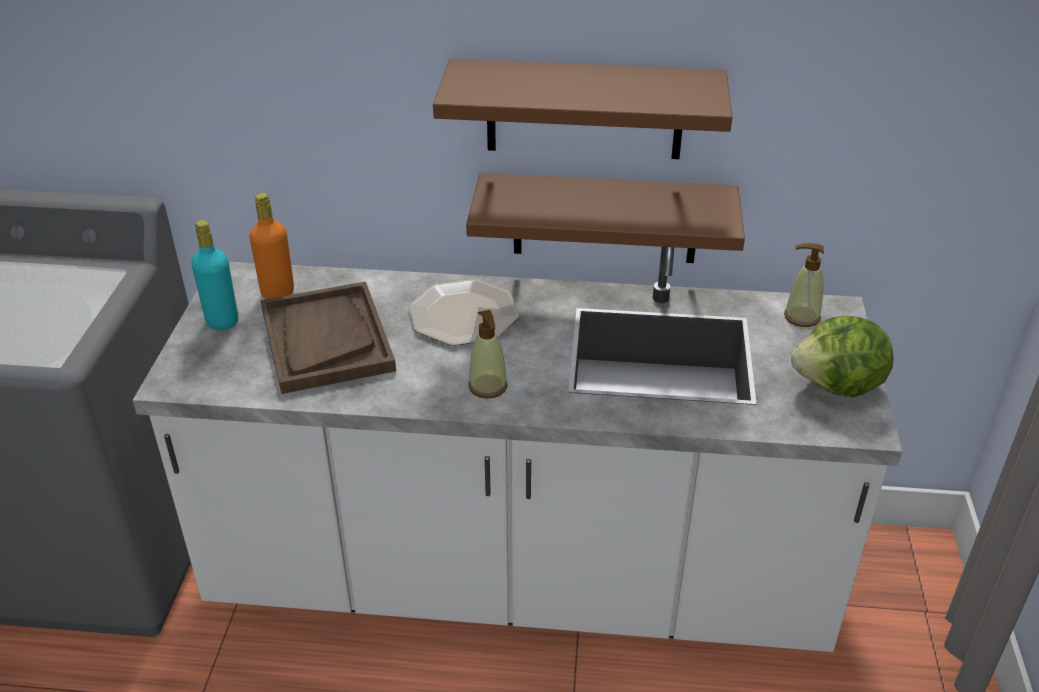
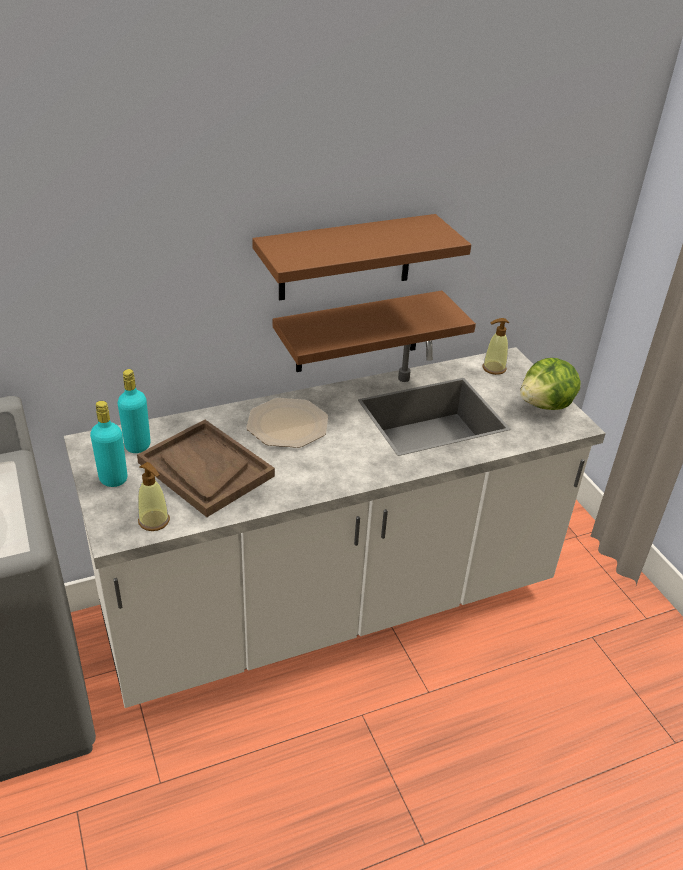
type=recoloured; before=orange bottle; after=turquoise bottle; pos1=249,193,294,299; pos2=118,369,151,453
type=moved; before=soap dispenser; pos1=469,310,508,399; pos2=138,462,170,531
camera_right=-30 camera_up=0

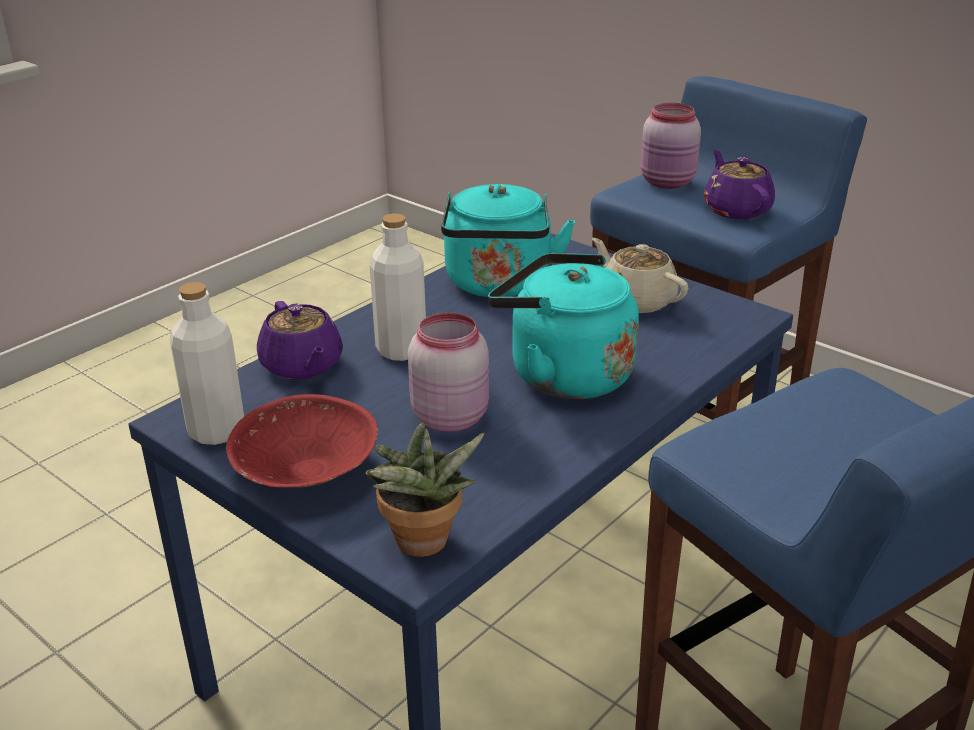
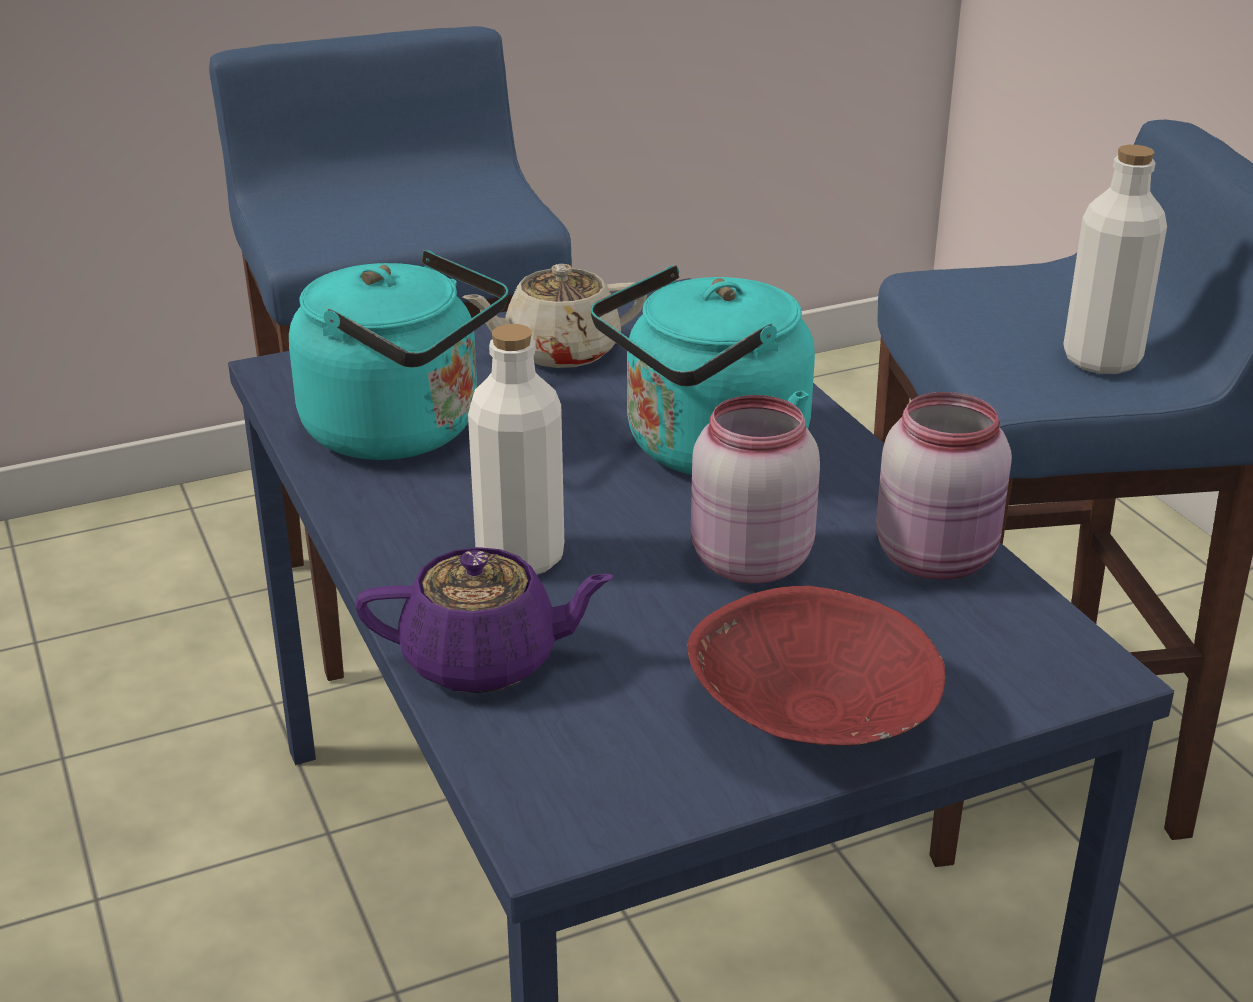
type=moved; before=white bottle; pos1=170,282,244,445; pos2=1063,145,1167,374
type=removed; before=potted plant; pos1=366,423,485,557
type=moved; before=pink jar; pos1=641,103,701,189; pos2=876,392,1012,580
type=removed; before=purple teapot; pos1=704,150,775,219
camera_right=-65 camera_up=0

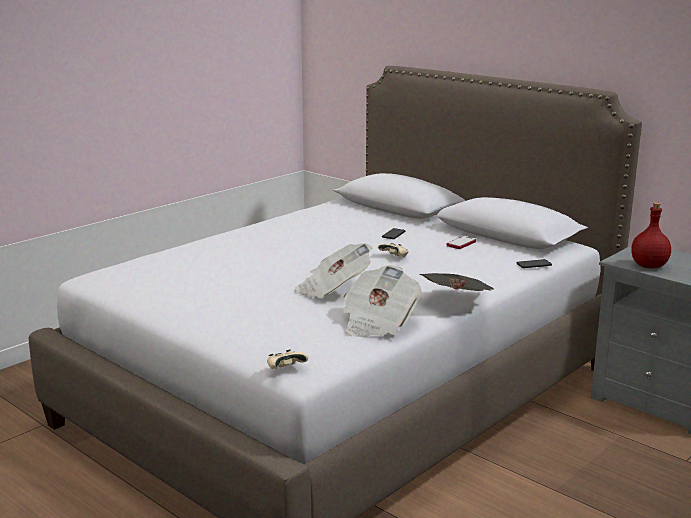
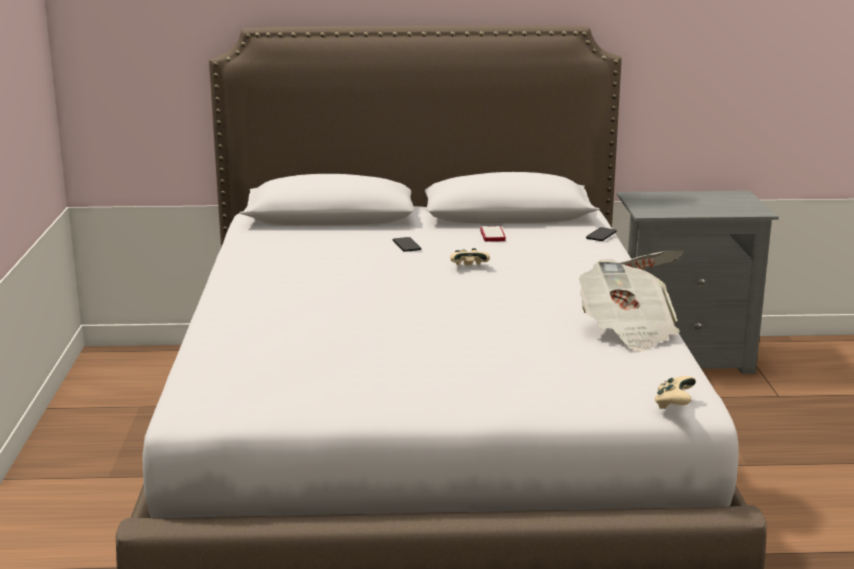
type=removed; before=newspaper; pos1=295,243,372,299
type=removed; before=red bottle; pos1=631,202,671,268
camera_right=-45 camera_up=0

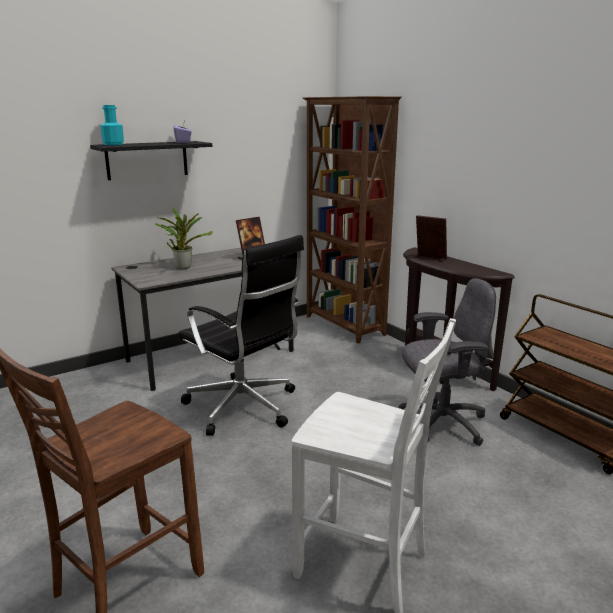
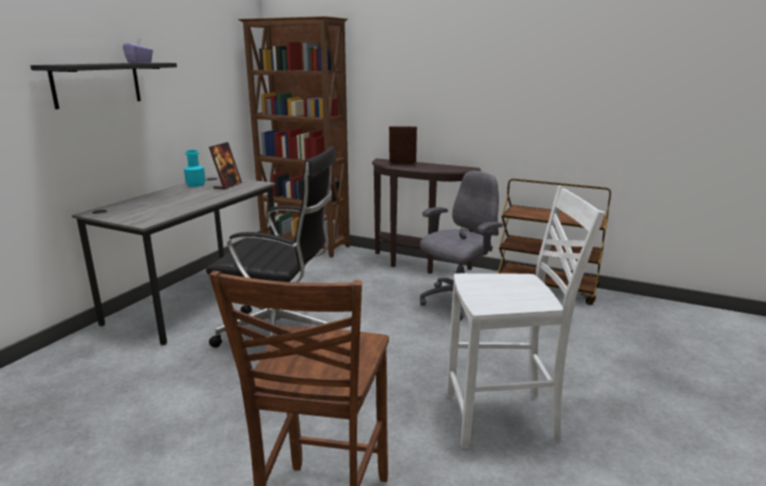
type=moved; before=turquoise bottle; pos1=100,105,124,145; pos2=184,150,206,187
type=removed; before=potted plant; pos1=155,208,213,269
camera_right=-30 camera_up=0

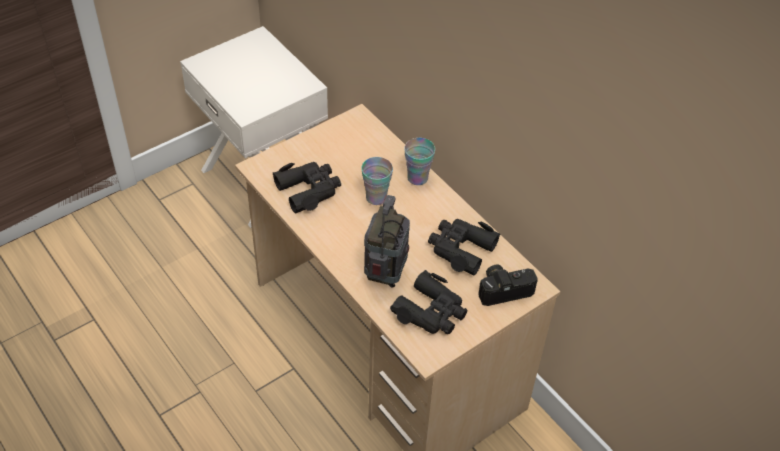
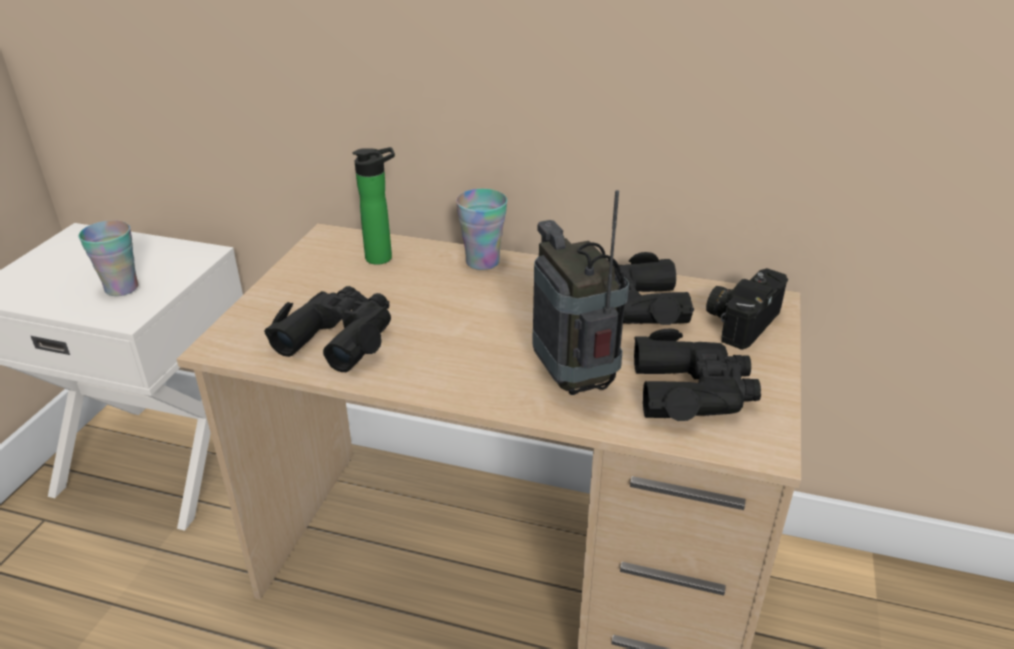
type=moved; before=cup; pos1=361,157,393,205; pos2=79,220,138,296
type=added; after=bottle; pos2=353,147,395,265
camera_right=-35 camera_up=-15

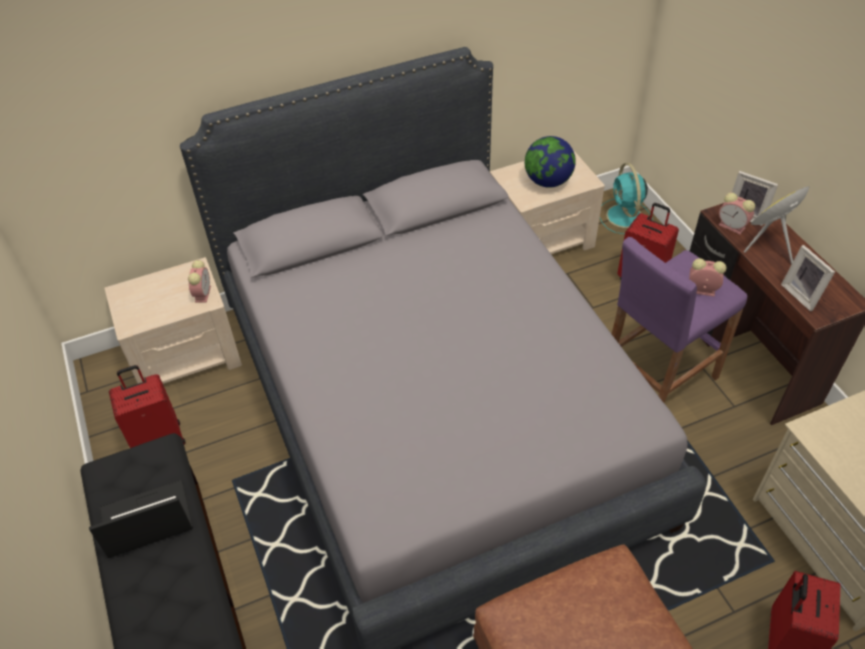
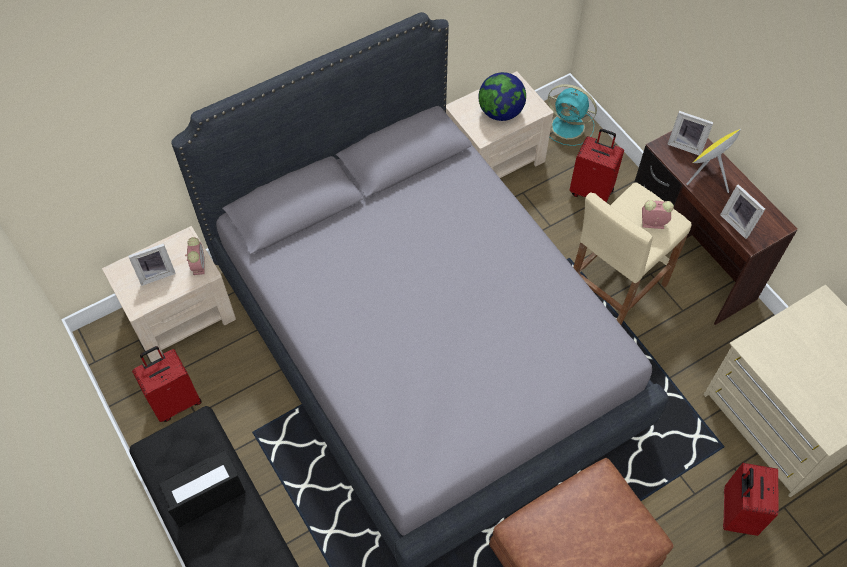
type=turned; before=turquoise fan; pos1=600,163,653,234; pos2=548,84,597,146; turn=-45
type=recoloured; before=purple stool; after=beige stool; pos1=612,237,747,403; pos2=573,182,691,325
type=removed; before=alarm clock; pos1=719,193,755,235
type=added; after=picture frame; pos2=128,244,176,286
camera_right=-10 camera_up=10

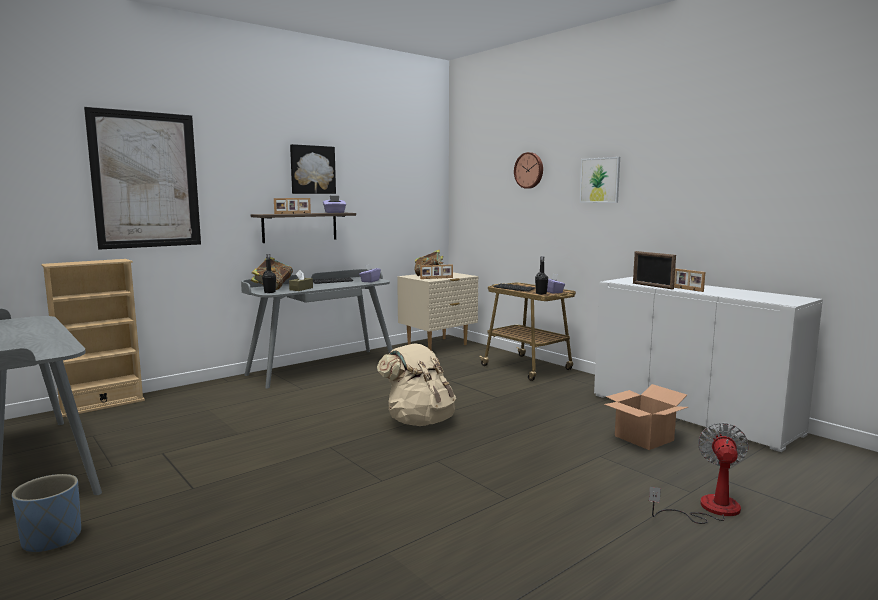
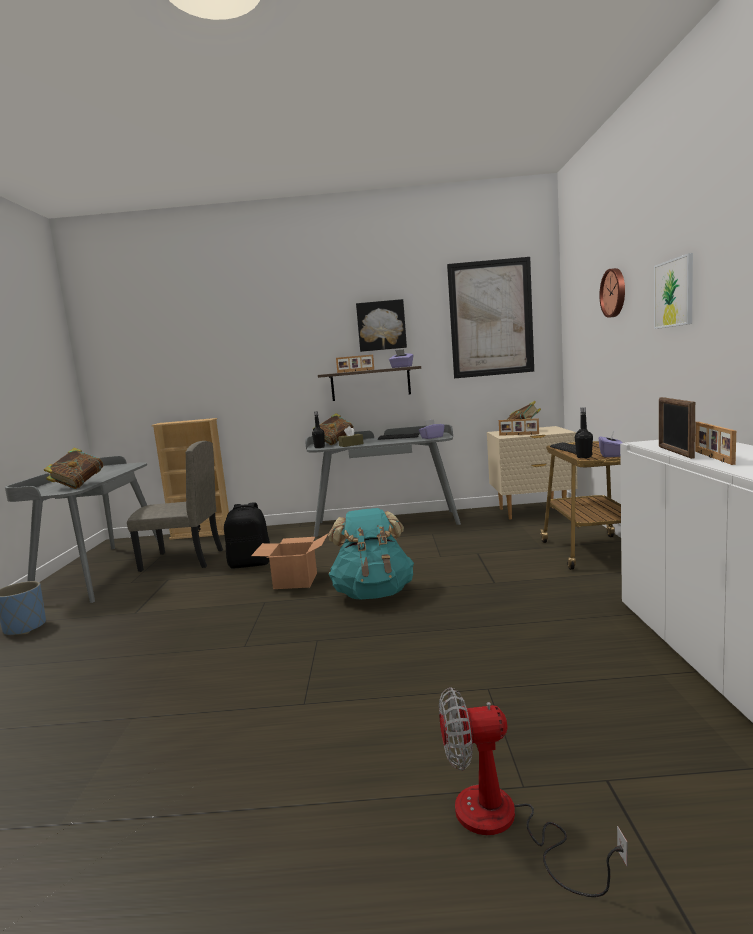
type=moved; before=picture; pos1=84,107,201,250; pos2=447,257,534,378
type=recoloured; before=beige backpack; after=turquoise backpack; pos1=377,343,456,426; pos2=328,508,414,600
type=moved; before=cardboard box; pos1=604,384,688,450; pos2=251,534,328,589
type=turned; before=fan; pos1=649,422,749,524; pos2=439,687,628,897; turn=-150
type=added; after=book; pos2=44,448,103,489
type=added; after=beige chair; pos2=127,441,223,572
type=added; after=black backpack; pos2=224,502,270,569
camera_right=40 camera_up=0

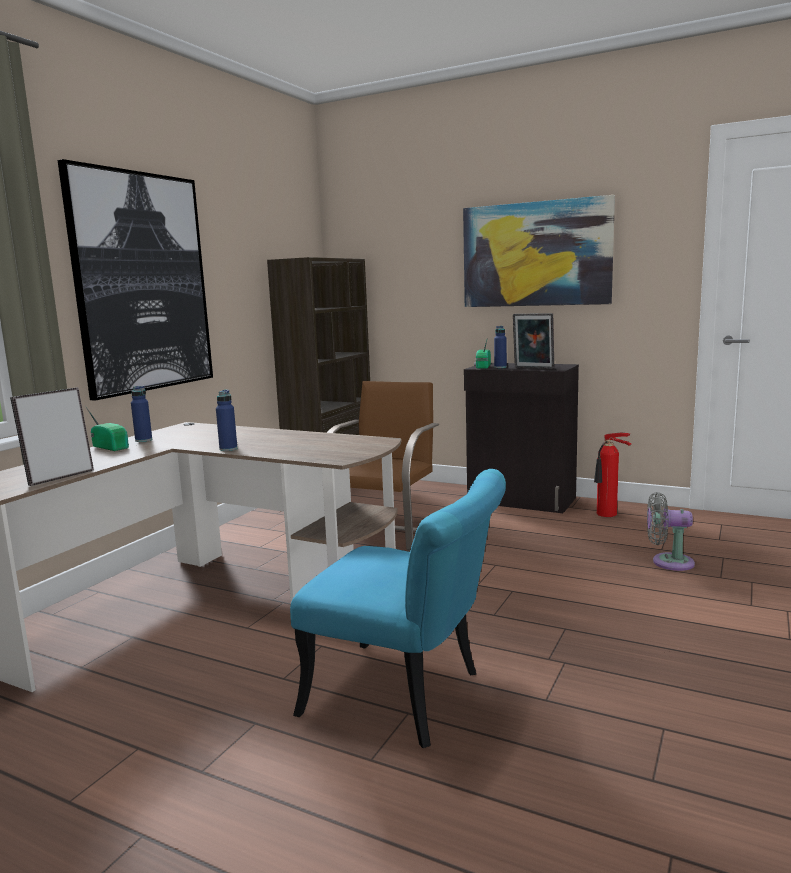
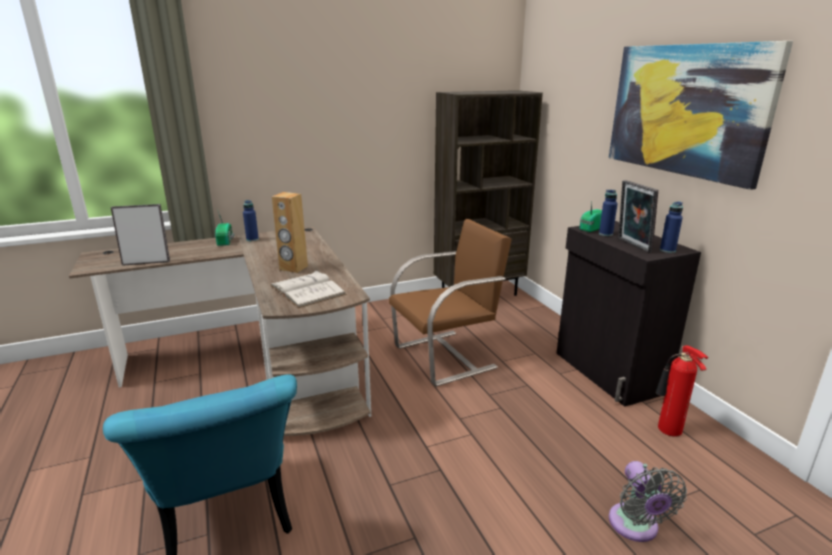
type=removed; before=picture; pos1=58,159,213,401
type=moved; before=blue bottle; pos1=216,390,237,451; pos2=660,202,683,253
type=turned; before=grey fan; pos1=647,492,695,571; pos2=609,461,687,542; turn=-150
type=added; after=white book; pos2=270,270,347,308
type=added; after=brown speaker; pos2=272,192,308,273
camera_right=40 camera_up=10

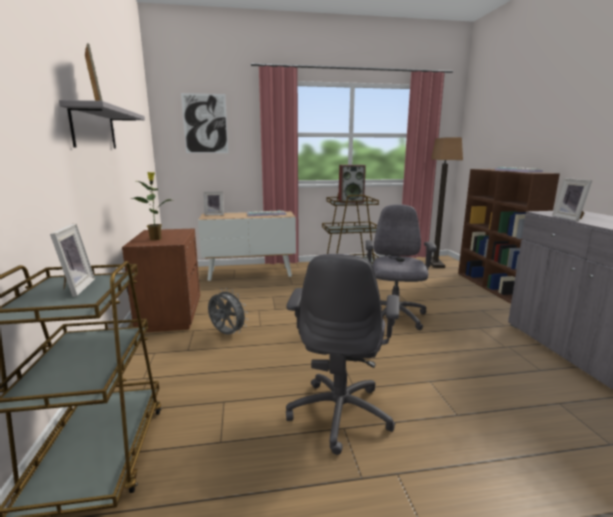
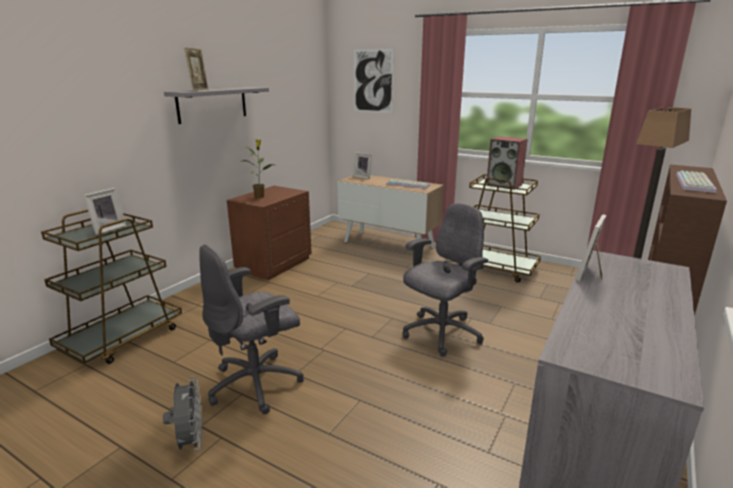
type=moved; before=grey fan; pos1=208,288,248,334; pos2=163,376,203,450
camera_right=40 camera_up=5

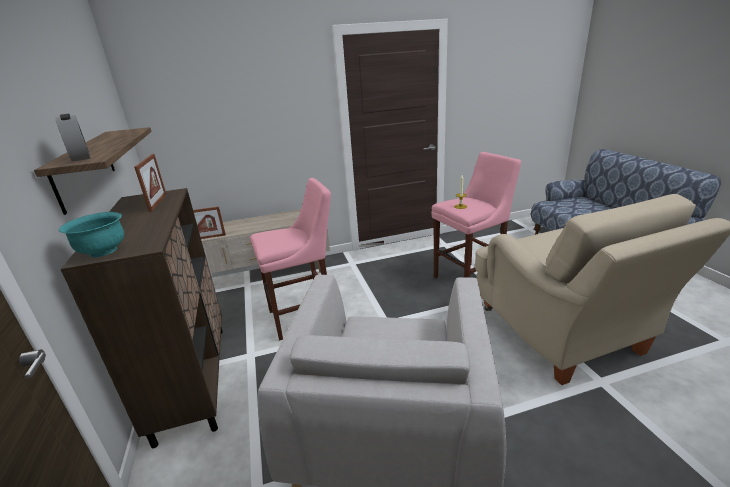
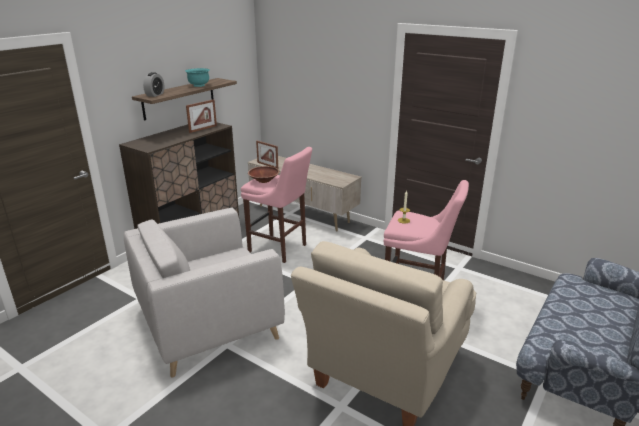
type=moved; before=turquoise bowl; pos1=59,212,124,257; pos2=185,68,210,87
type=added; after=brown bowl; pos2=248,166,279,183
camera_right=50 camera_up=0

